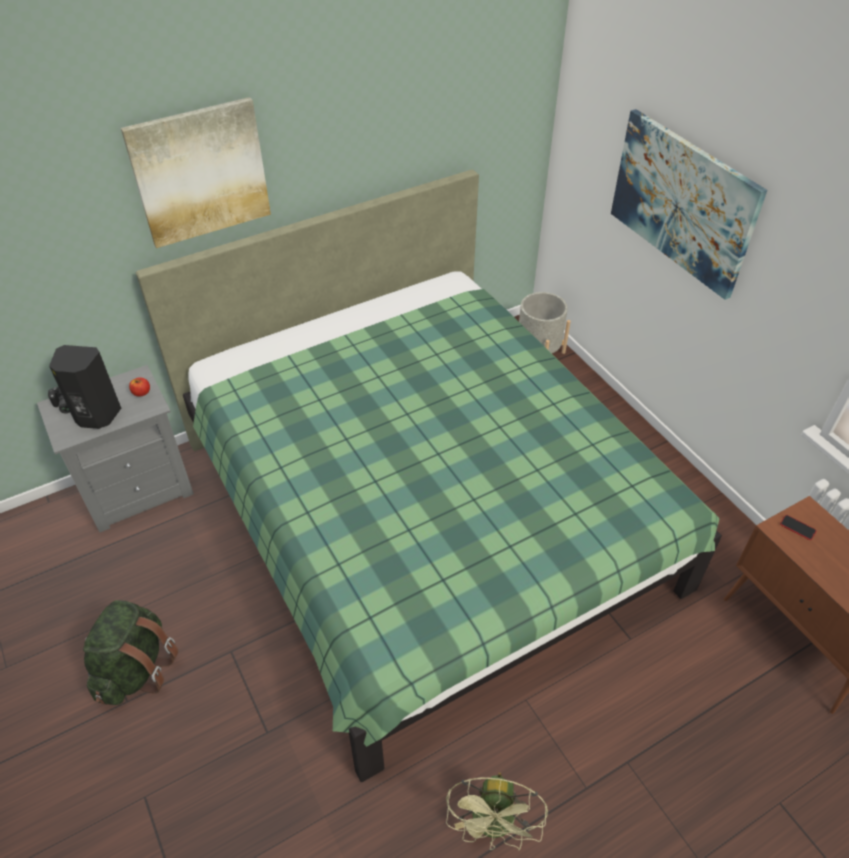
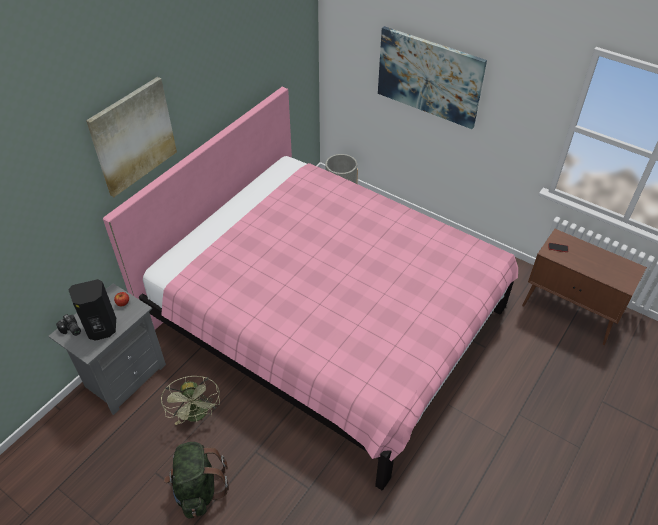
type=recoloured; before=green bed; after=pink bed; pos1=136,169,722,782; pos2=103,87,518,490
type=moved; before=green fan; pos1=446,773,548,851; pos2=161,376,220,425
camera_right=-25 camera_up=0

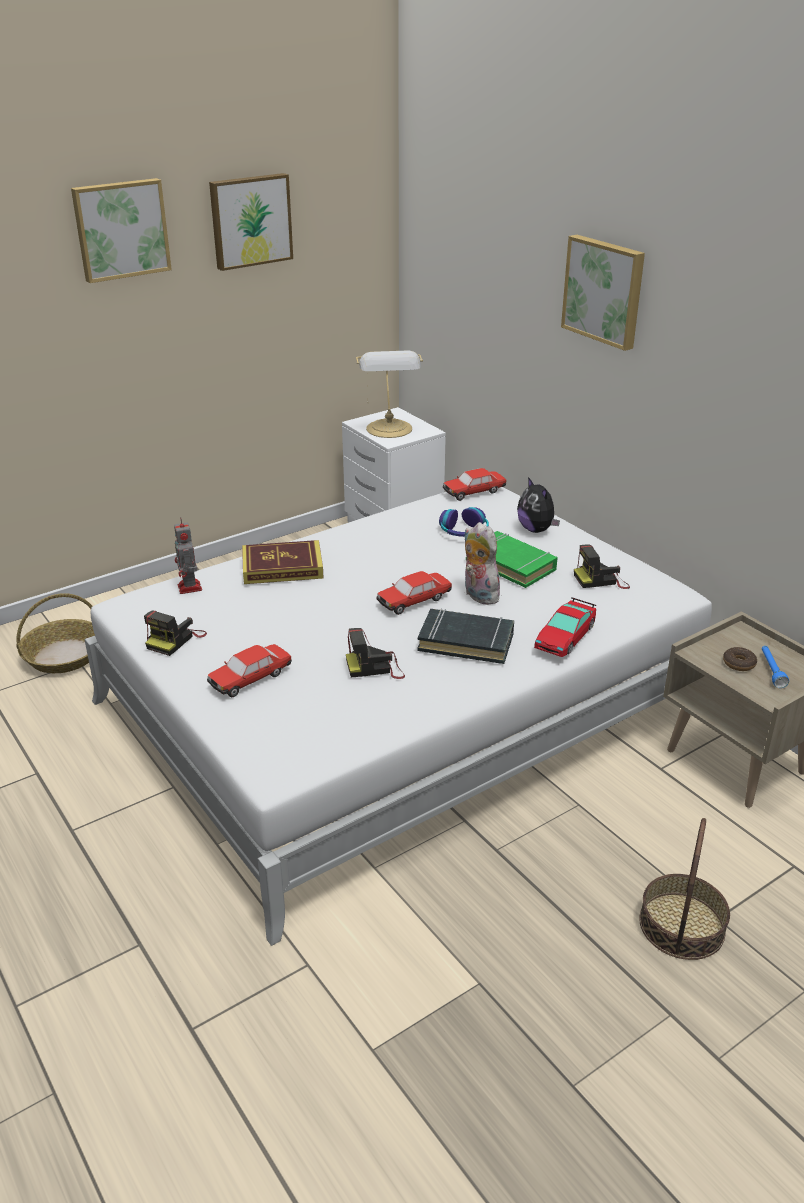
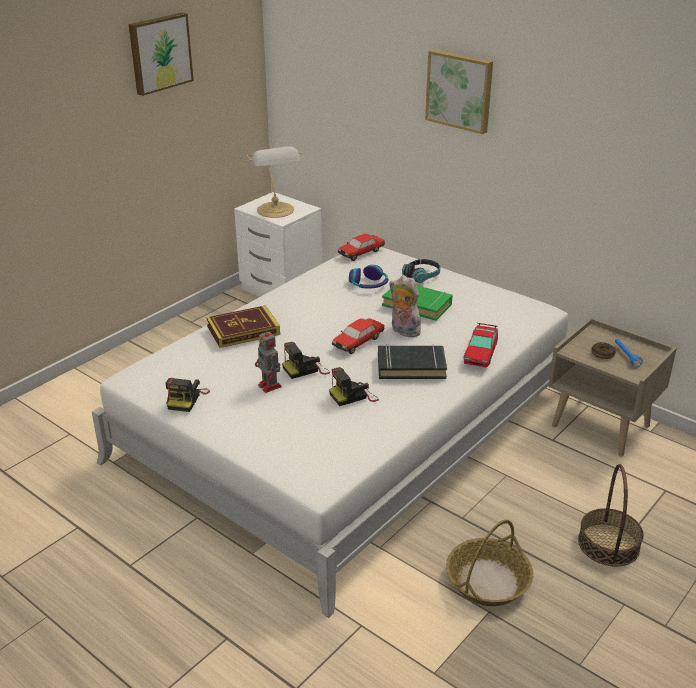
type=moved; before=basket; pos1=16,593,95,673; pos2=446,520,533,606
type=removed; before=picture; pos1=71,178,172,283
type=moved; before=toy robot; pos1=174,519,202,594; pos2=255,329,282,393
type=removed; before=toy car; pos1=207,644,292,697
type=replaced; before=plush toy; after=headphones; pos1=517,477,560,533; pos2=402,259,441,283
type=moved; before=photo camera; pos1=574,545,630,589; pos2=282,342,330,379
camera_right=-15 camera_up=0

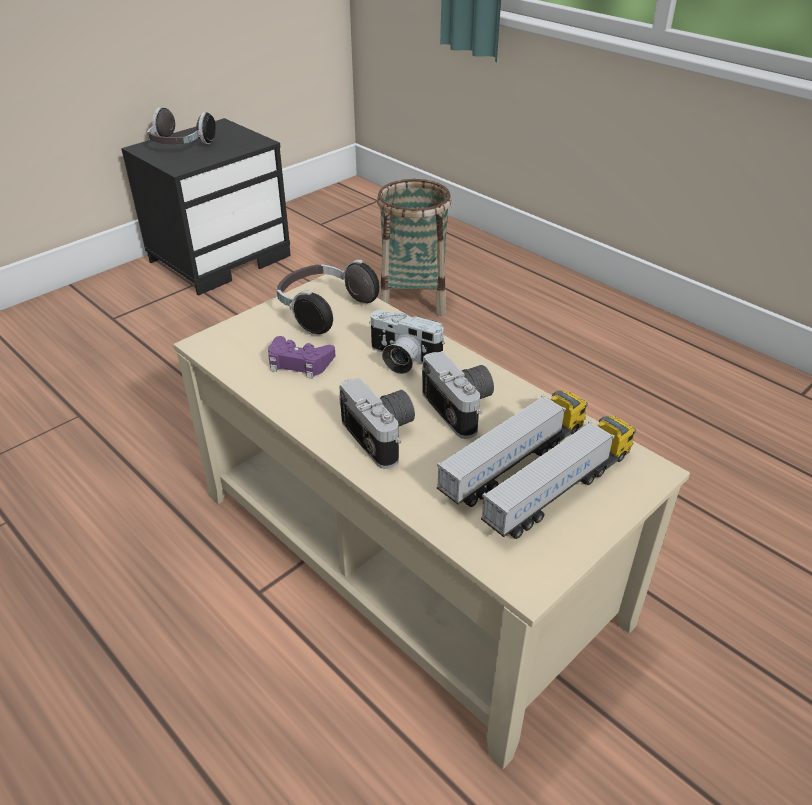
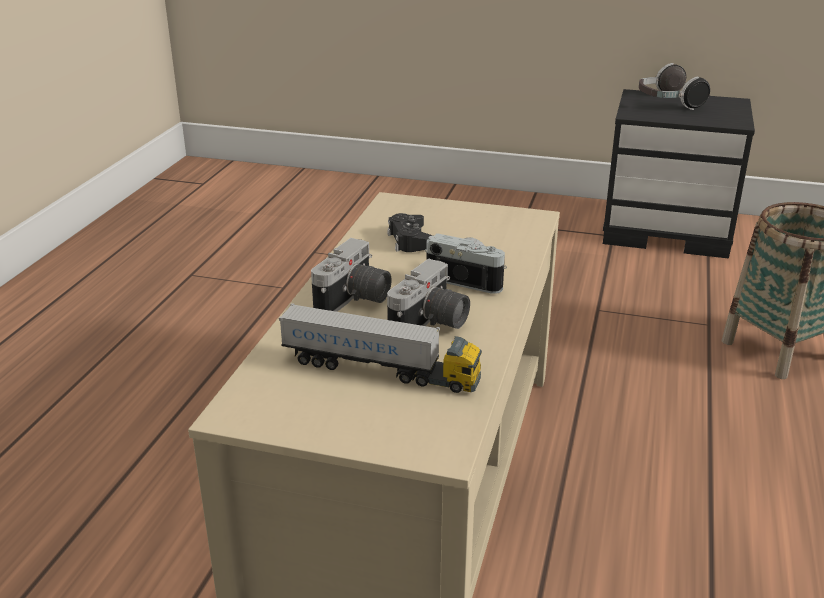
type=recoloured; before=purple game controller; after=black game controller; pos1=268,336,336,379; pos2=387,213,433,252
type=removed; before=headphones; pos1=277,260,380,335
type=turned; before=photo camera; pos1=369,310,445,374; pos2=425,233,507,294; turn=120
type=removed; before=toy truck; pos1=481,416,636,539
camera_right=60 camera_up=-10

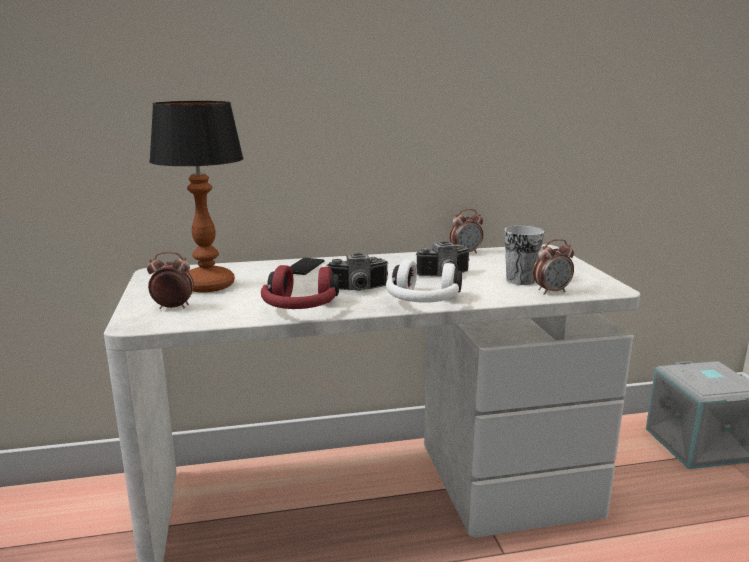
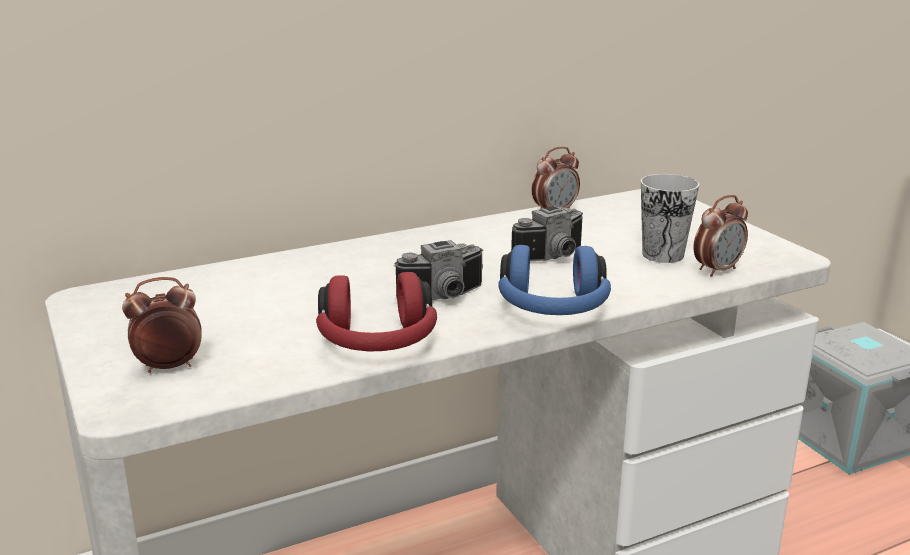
type=removed; before=table lamp; pos1=149,101,244,292
type=removed; before=phone; pos1=290,258,325,275
type=recoloured; before=white headphones; after=blue headphones; pos1=386,259,462,303; pos2=498,245,611,315
camera_right=-15 camera_up=5

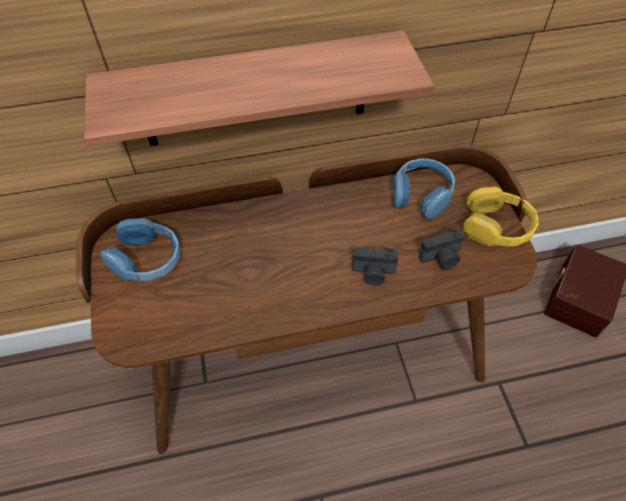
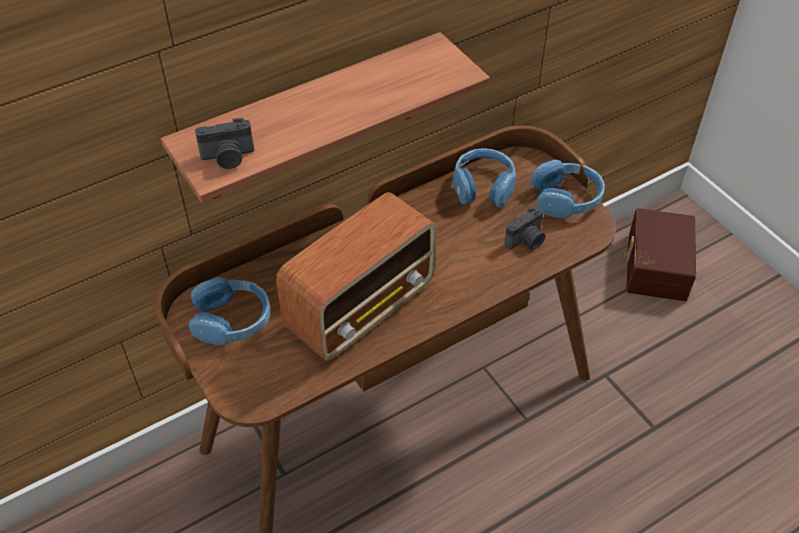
type=moved; before=photo camera; pos1=352,247,399,285; pos2=195,118,254,169
type=recoloured; before=yellow headphones; after=blue headphones; pos1=463,187,539,246; pos2=530,159,605,218
type=added; after=radio; pos2=276,192,437,361
camera_right=-20 camera_up=-5

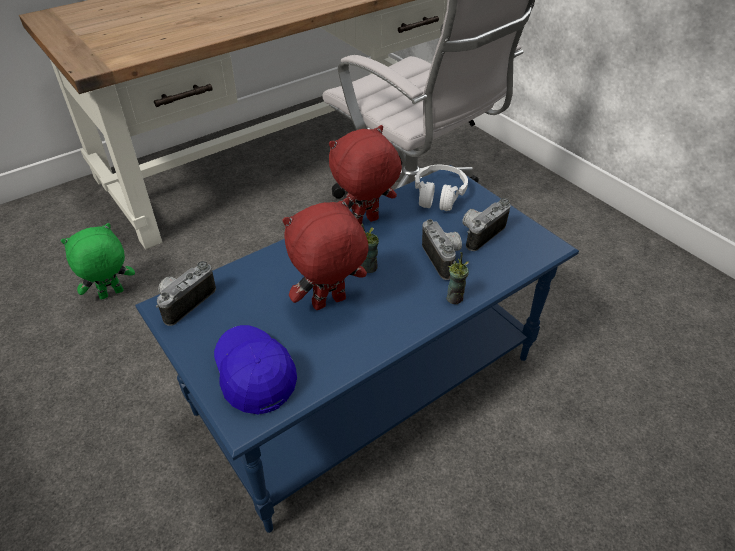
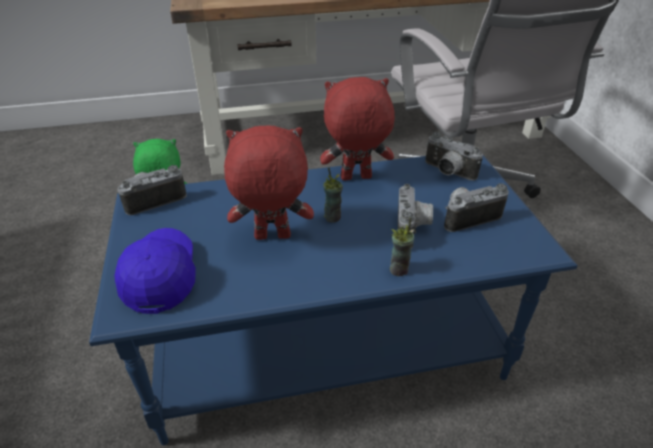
type=replaced; before=white headphones; after=photo camera; pos1=415,165,468,211; pos2=425,132,483,181
camera_right=25 camera_up=-5

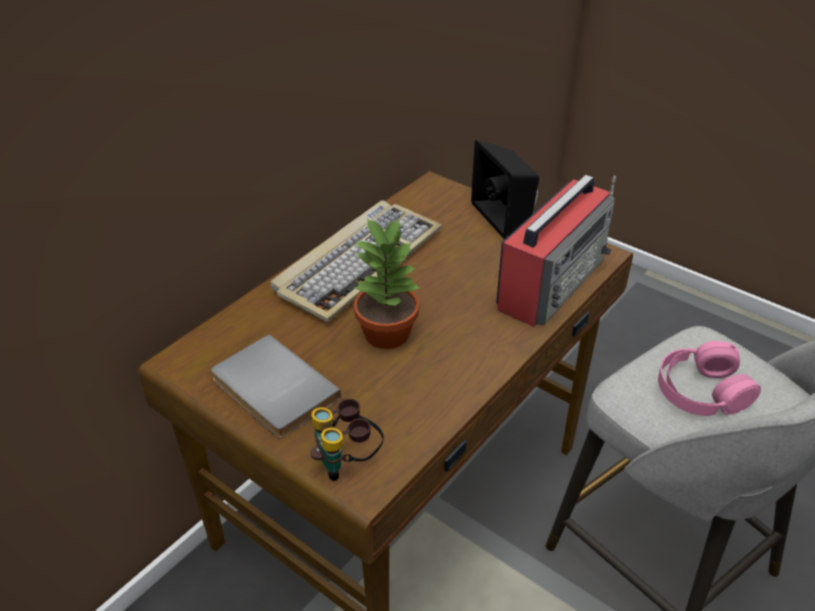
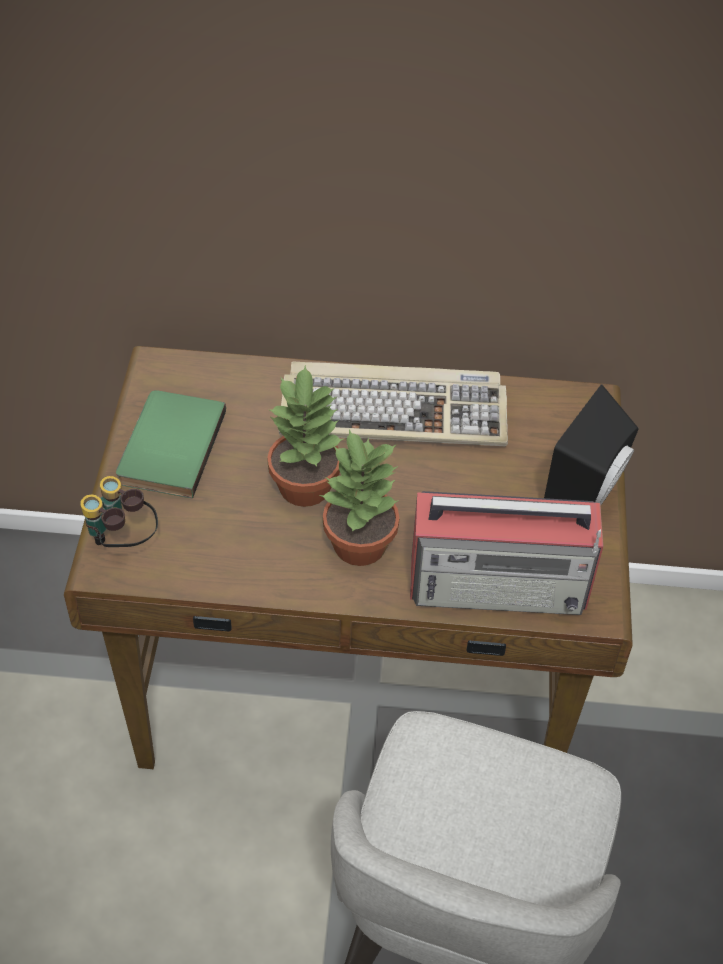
type=recoloured; before=grey book; after=green book; pos1=211,334,341,439; pos2=116,390,226,498
type=removed; before=pink headphones; pos1=658,341,761,416
type=added; after=potted plant; pos2=320,430,400,566
camera_right=55 camera_up=10

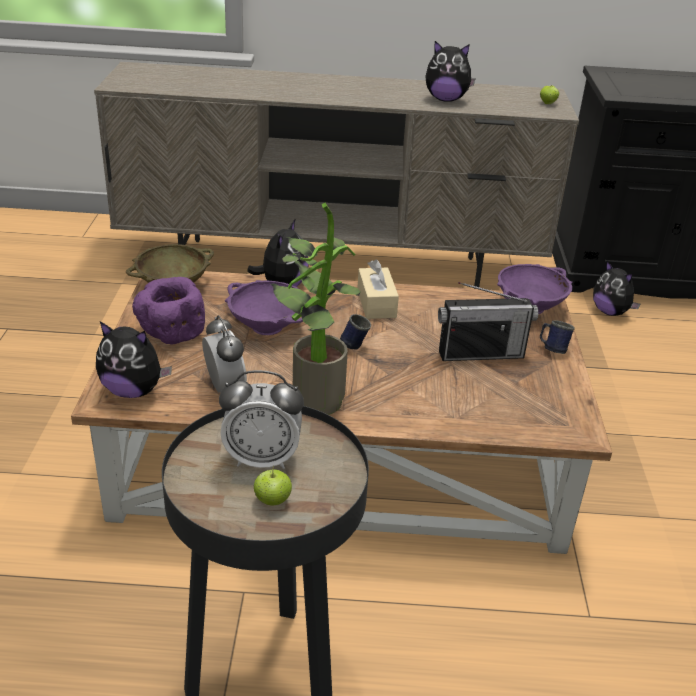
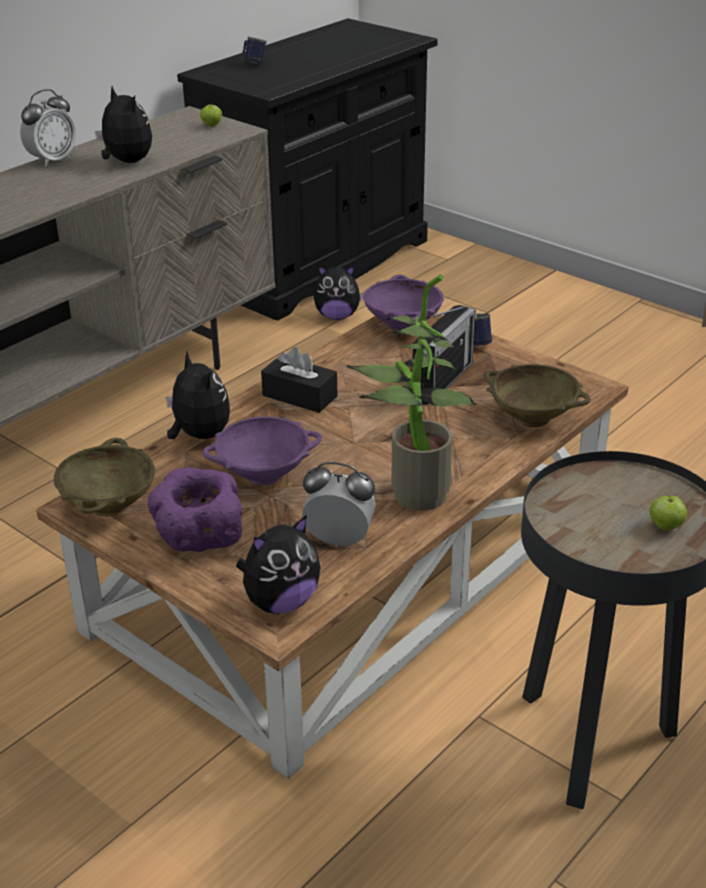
type=moved; before=alarm clock; pos1=219,370,304,469; pos2=20,89,76,167
type=moved; before=blue mug; pos1=340,314,371,350; pos2=242,37,267,64
type=recoloured; before=beige tissue box; after=black tissue box; pos1=358,259,399,319; pos2=261,347,338,413
type=turned; before=plush toy; pos1=425,41,476,102; pos2=95,86,152,163; turn=-90
type=added; after=beige bowl; pos2=484,364,591,427
camera_right=-50 camera_up=0

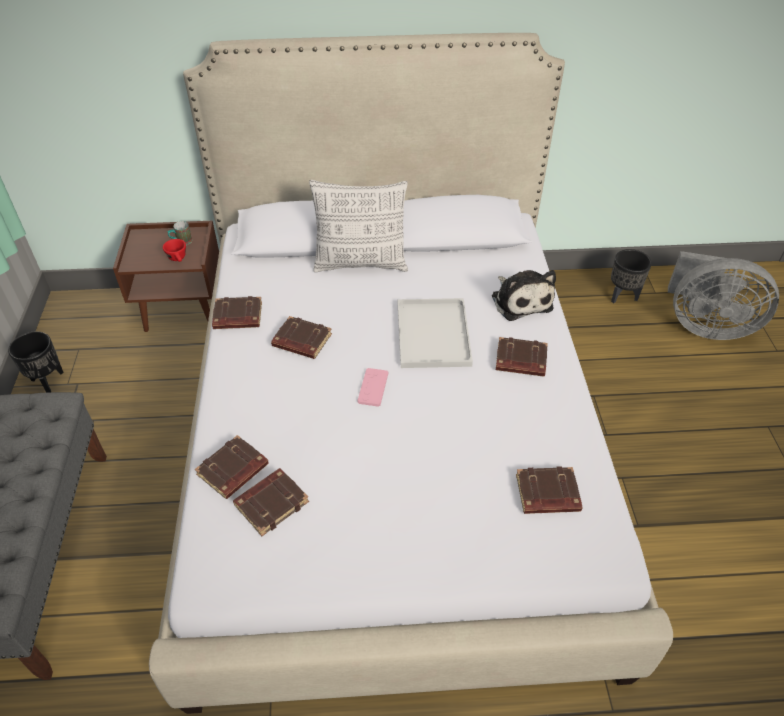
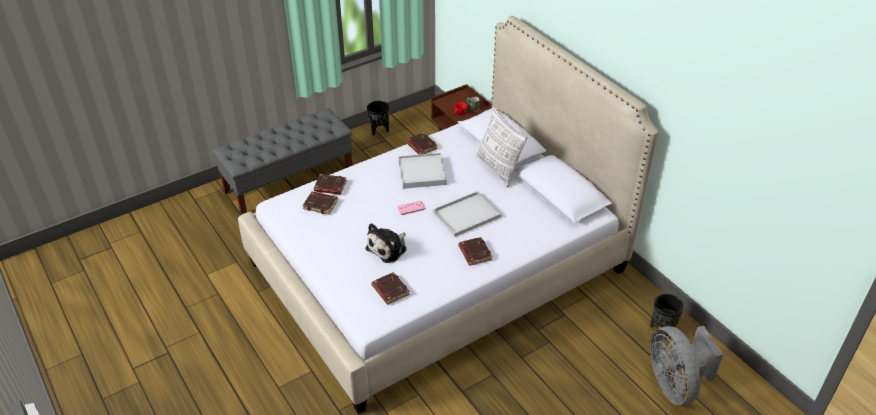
type=replaced; before=brown book; after=white tray; pos1=271,316,332,359; pos2=399,153,447,189
type=moved; before=plush toy; pos1=492,270,556,321; pos2=366,223,406,263
camera_right=60 camera_up=-5

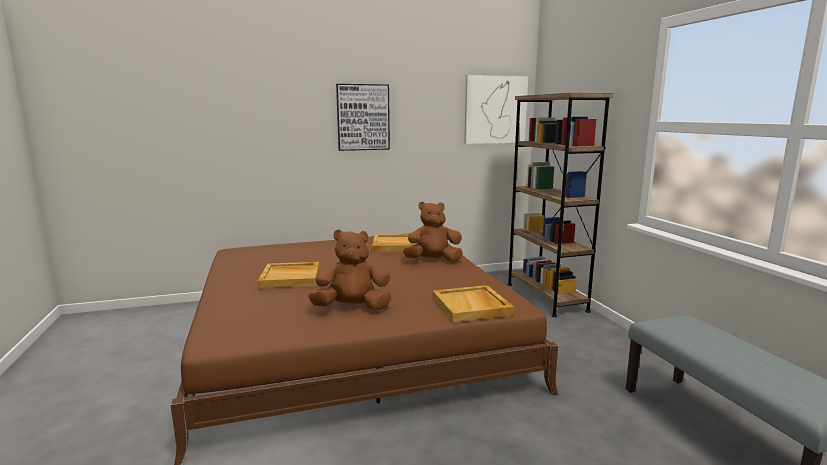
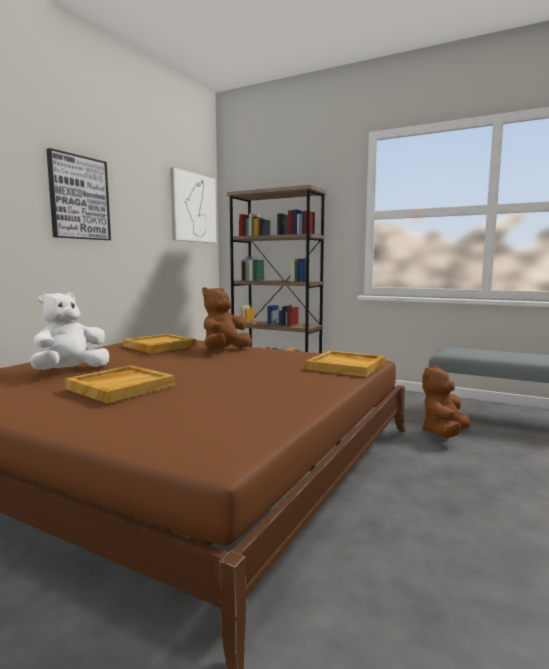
type=moved; before=brown plush toy; pos1=308,229,391,310; pos2=422,365,470,438
type=added; after=white plush toy; pos2=30,292,109,370
camera_right=-45 camera_up=-5

